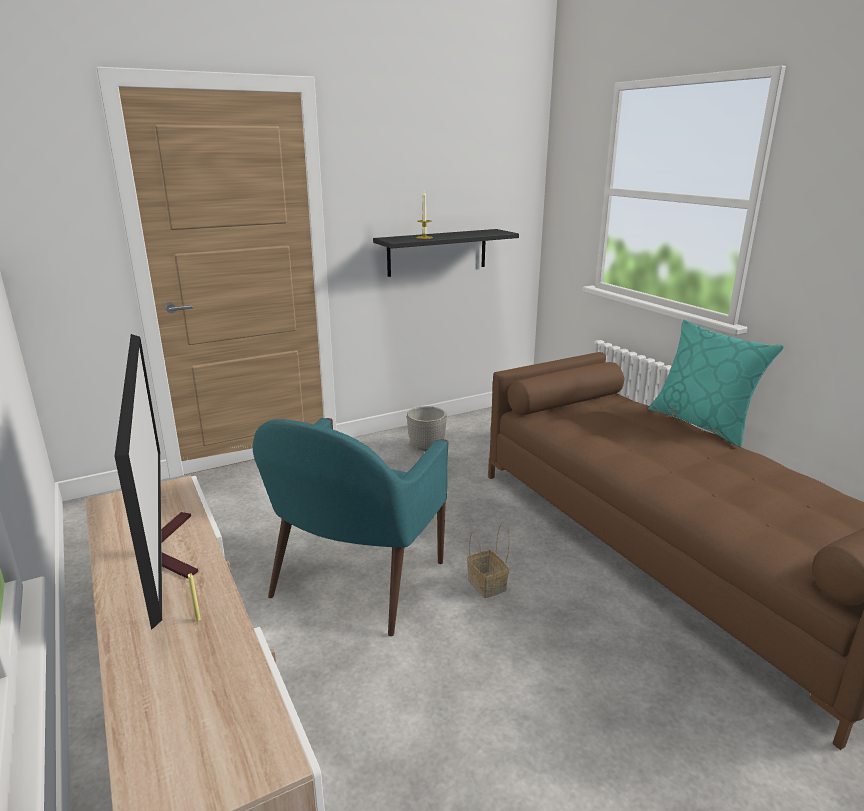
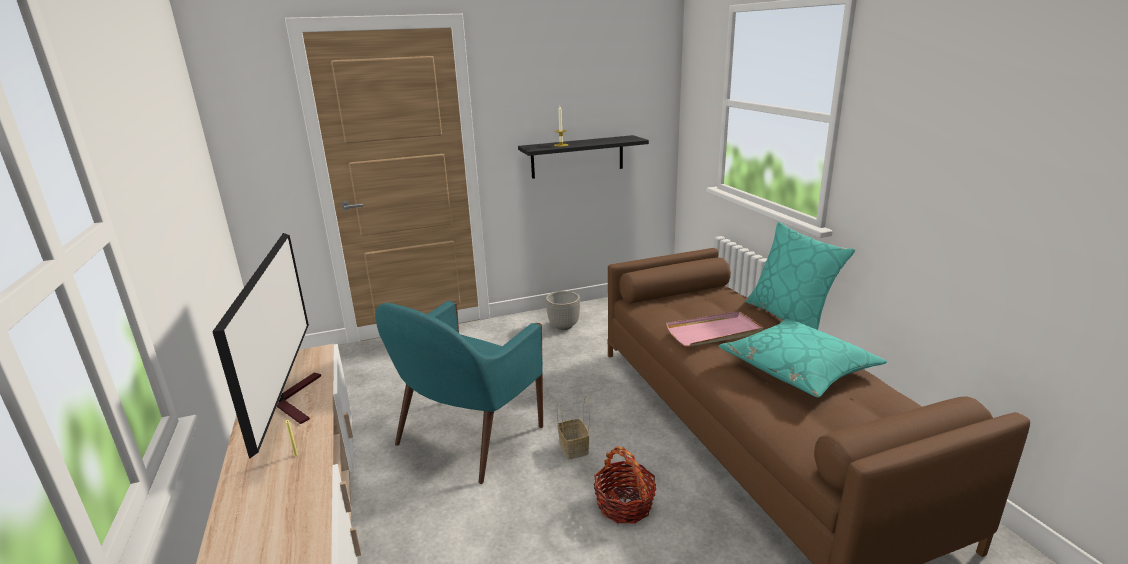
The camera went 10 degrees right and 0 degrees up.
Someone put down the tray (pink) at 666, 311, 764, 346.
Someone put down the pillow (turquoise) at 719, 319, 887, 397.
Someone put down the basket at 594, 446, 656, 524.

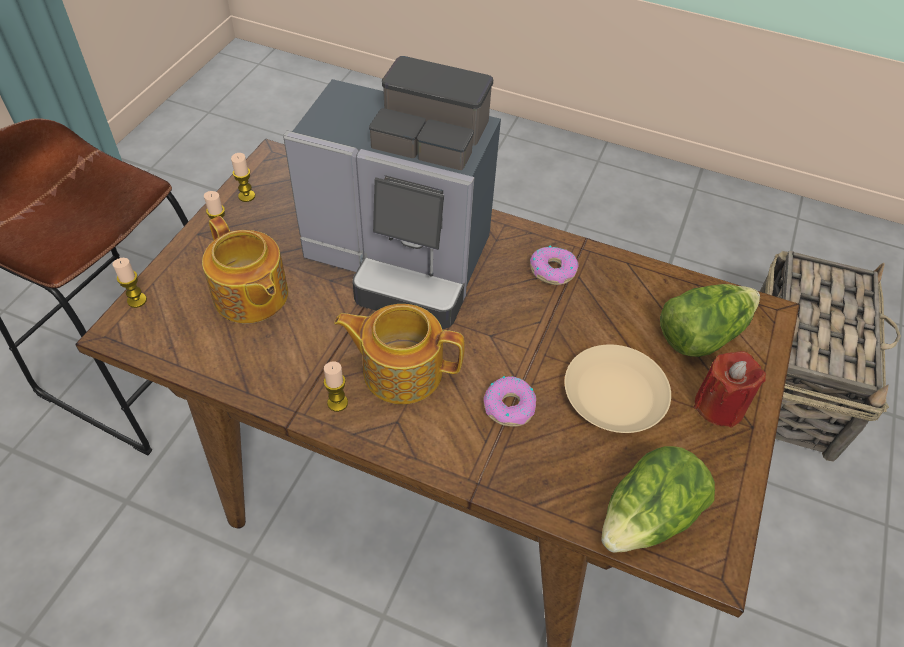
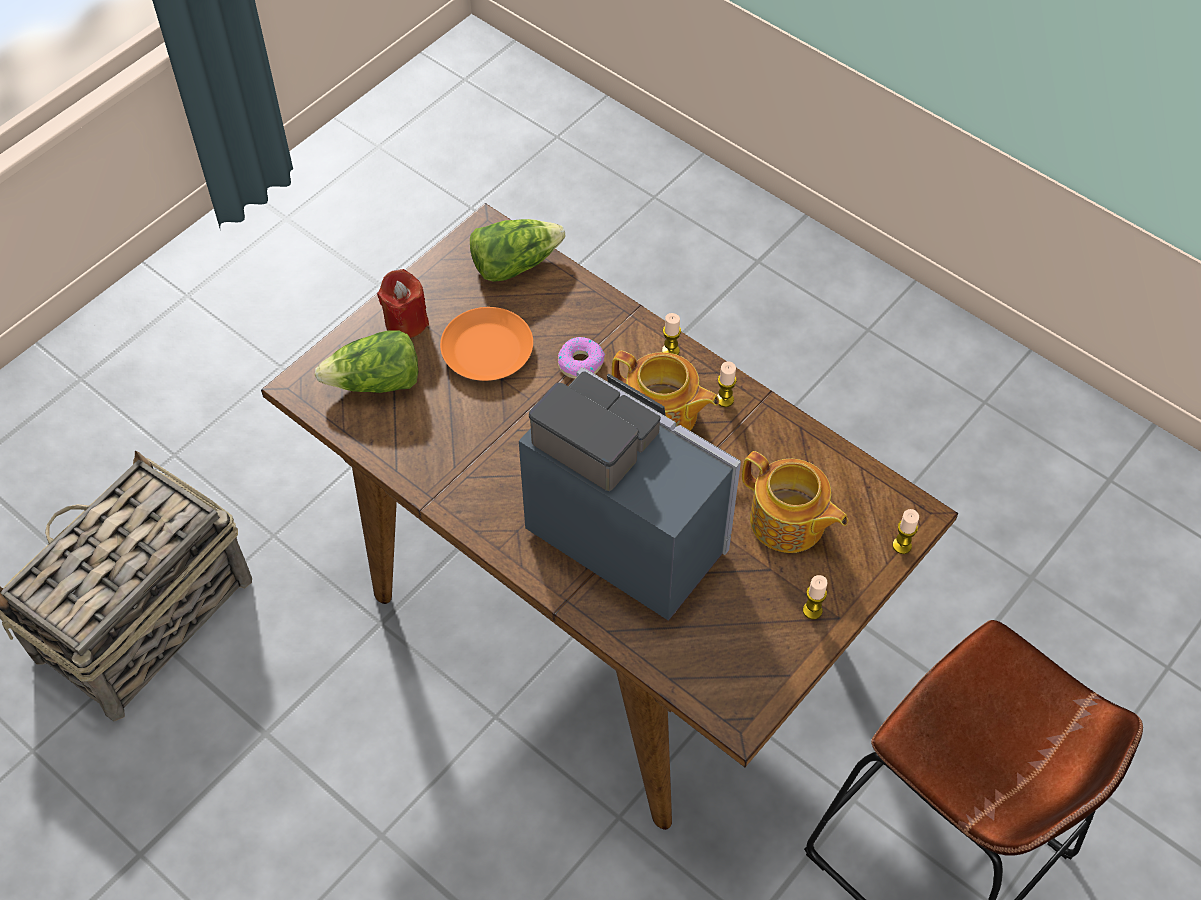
The camera went 160 degrees left and 5 degrees up.
Someone carried the candle from 231, 153, 255, 202 to 662, 313, 681, 355.
Someone rotated the teapot at 202, 216, 288, 323 by 150 degrees clockwise.
Someone took away the donut at 530, 245, 579, 285.
Someone repainted the plate (beige) at 565, 344, 671, 433, which became the plate (orange) at 440, 307, 533, 381.

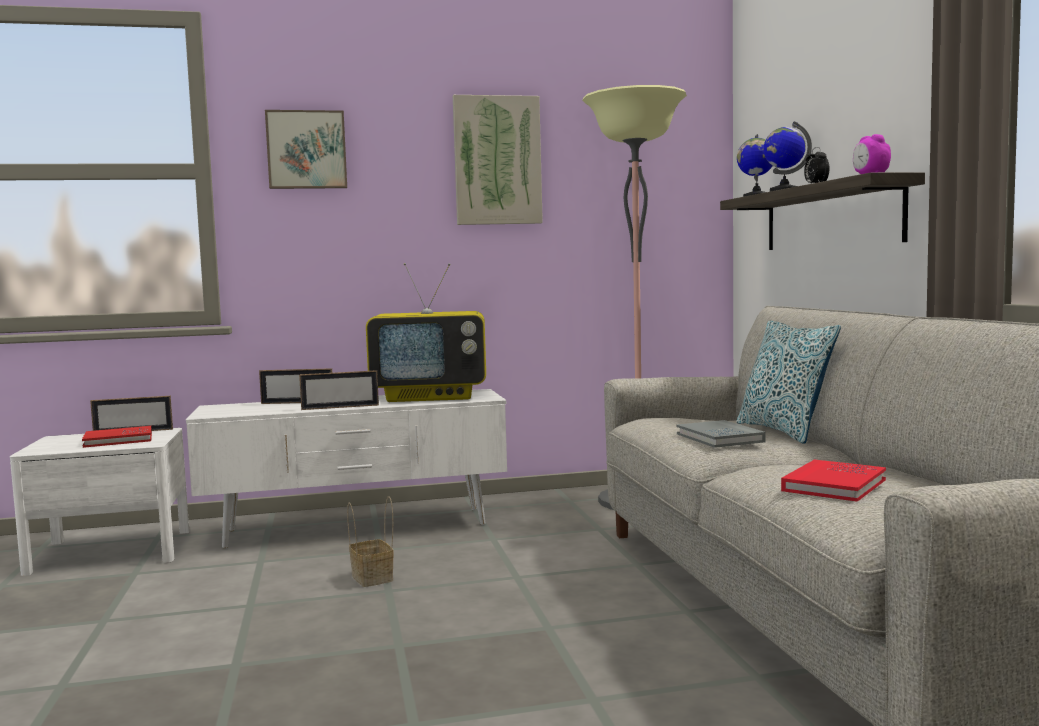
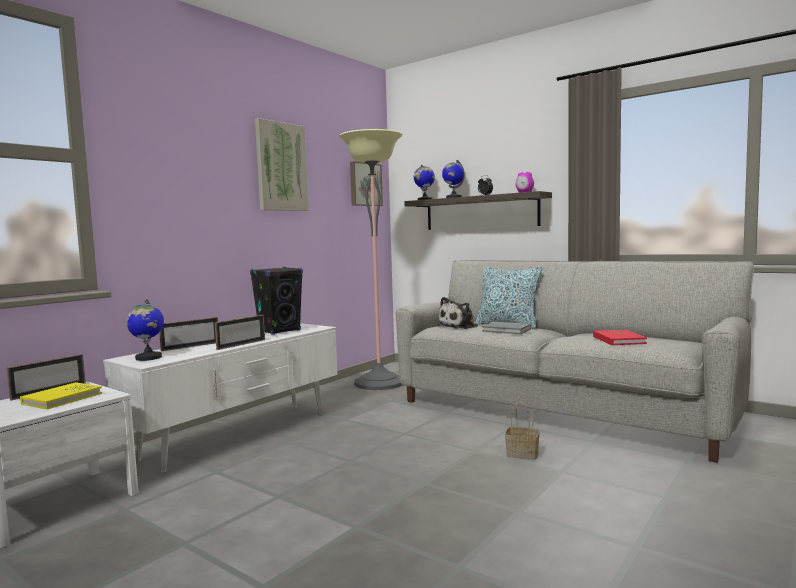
The camera went 40 degrees left and 0 degrees up.
Someone carried the picture from 265, 110, 347, 189 to 350, 161, 383, 206.
Someone swapped the television at 366, 263, 486, 402 for the speaker (black) at 250, 267, 303, 335.
Someone repainted the book (red) at 82, 426, 152, 448, which became the book (yellow) at 20, 382, 102, 409.
Someone carried the basket from 347, 496, 394, 587 to 505, 394, 540, 460.
Someone put down the plush toy at 437, 297, 478, 329.
Someone put down the globe at 126, 299, 164, 361.

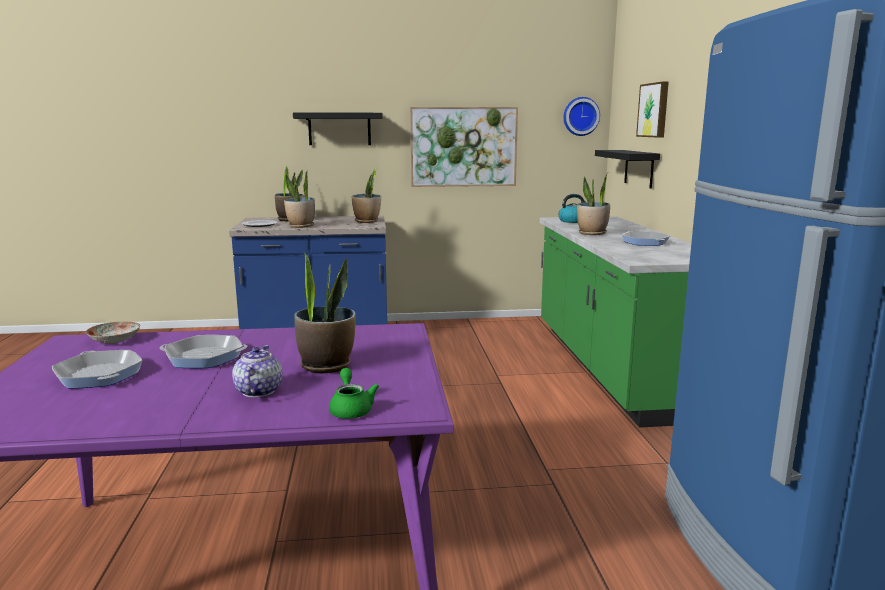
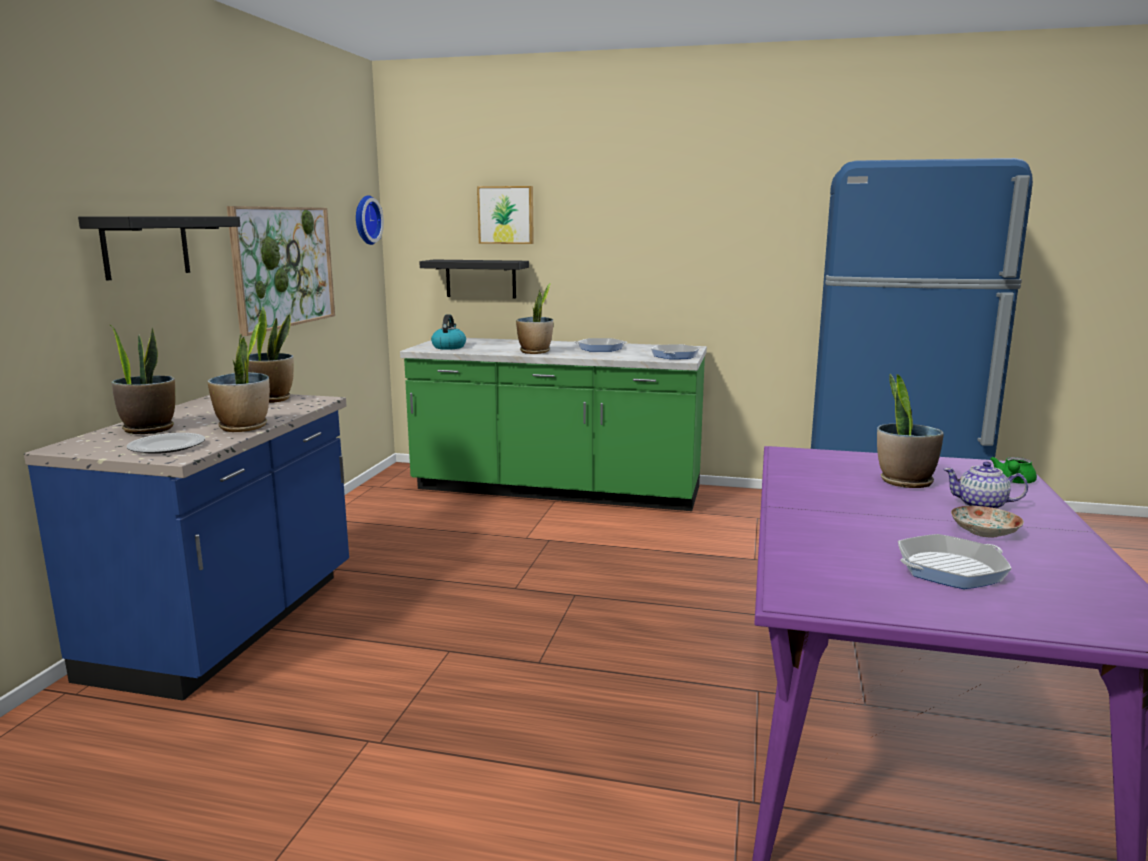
The camera went 70 degrees left and 0 degrees up.
Someone carried the plate from 86, 321, 140, 344 to 951, 506, 1024, 538.
Someone carried the frying pan from 160, 335, 248, 368 to 651, 344, 700, 359.
Someone rotated the teapot (green) at 329, 368, 379, 419 by 60 degrees counterclockwise.

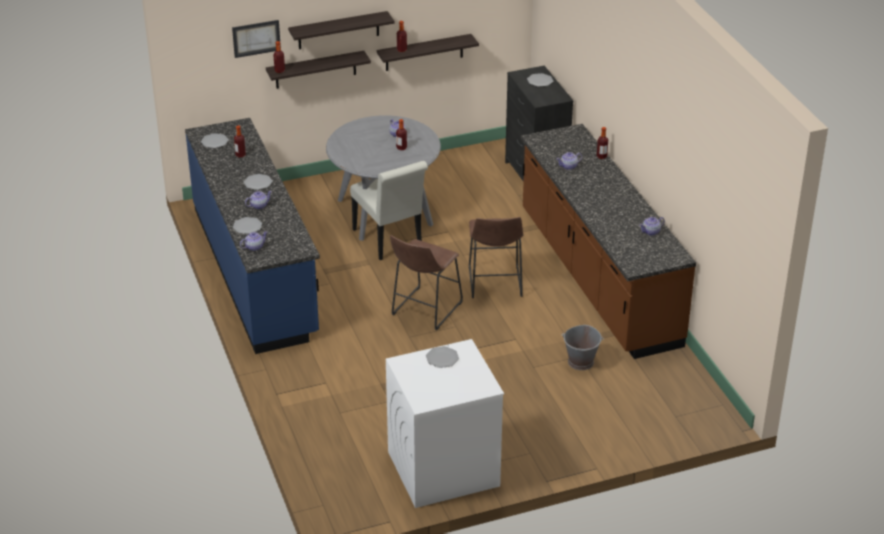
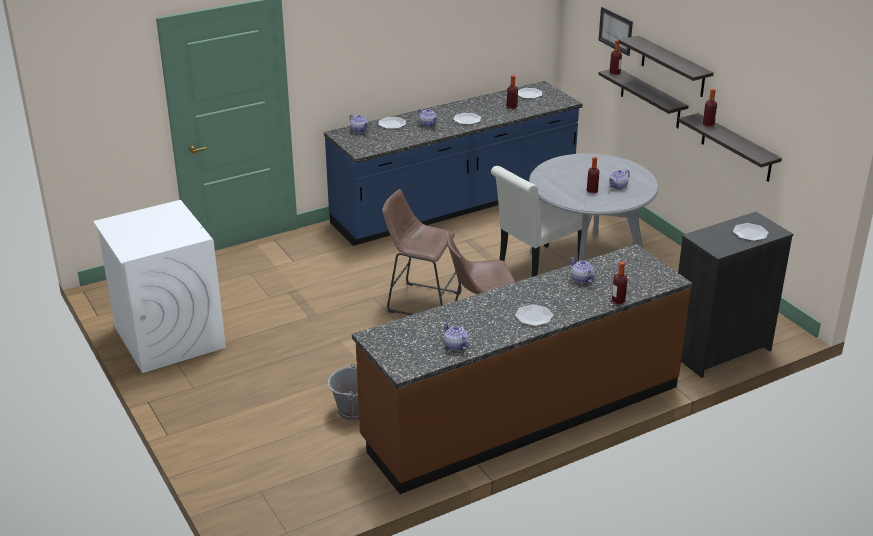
The camera went 80 degrees right and 5 degrees down.
Someone carried the plate from 426, 346, 459, 368 to 515, 304, 553, 326.

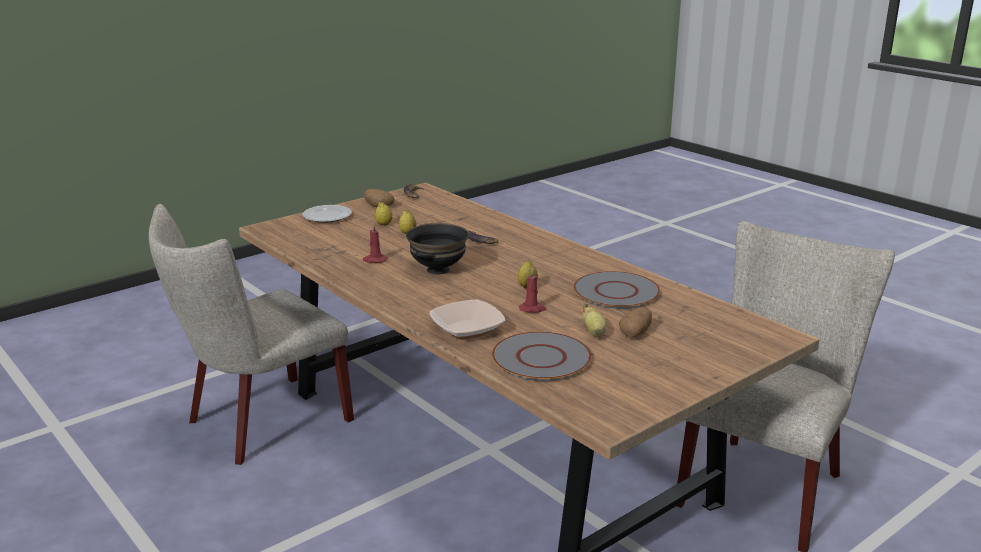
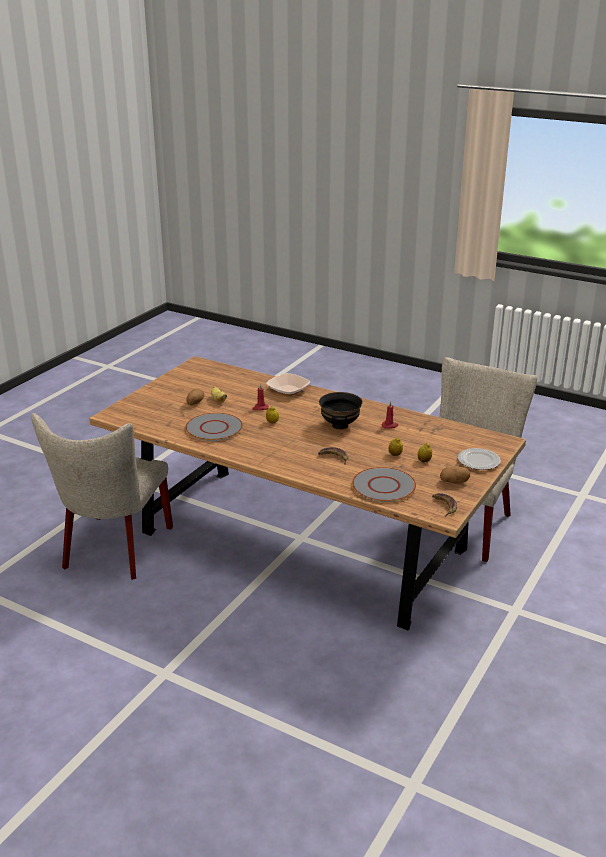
The camera went 160 degrees right and 5 degrees up.
Someone carried the plate (grey) from 492, 332, 592, 381 to 352, 467, 416, 502.

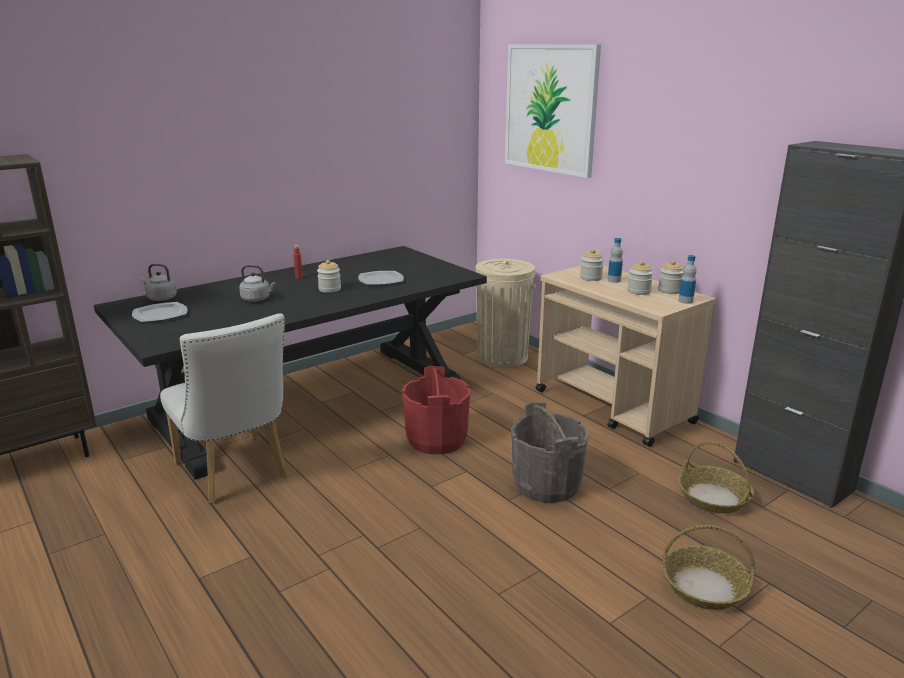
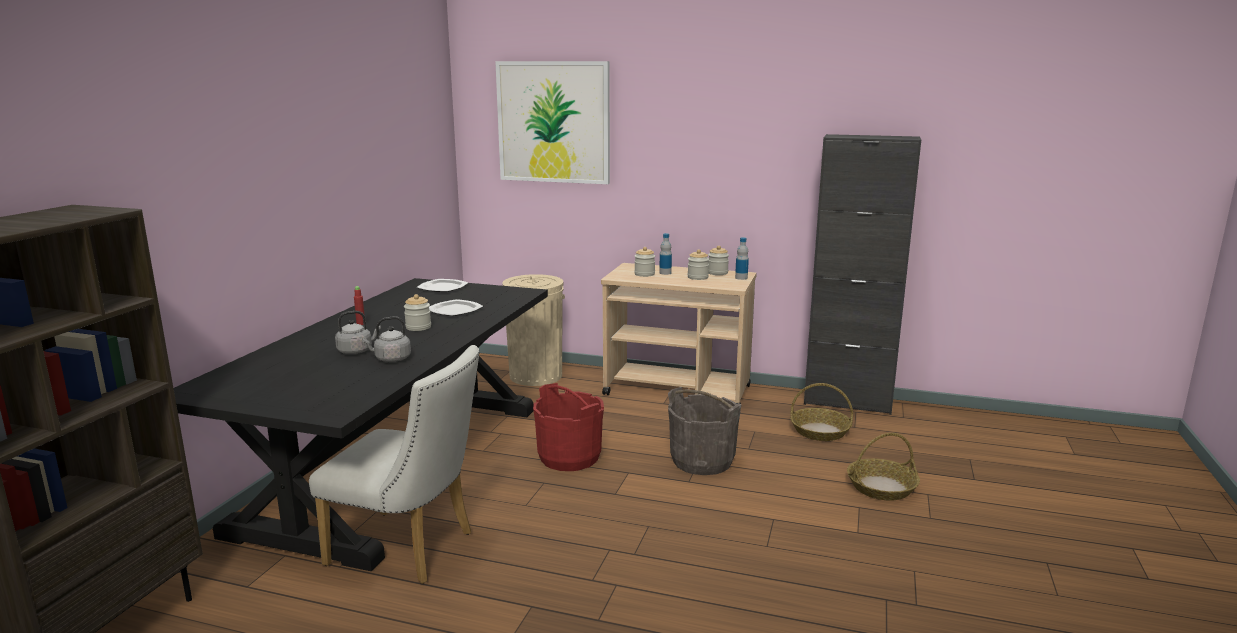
The camera went 35 degrees left and 5 degrees down.
Someone carried the kettle (grey) from 140, 264, 177, 301 to 362, 317, 411, 362.
Someone carried the plate from 132, 302, 188, 322 to 417, 279, 468, 292.

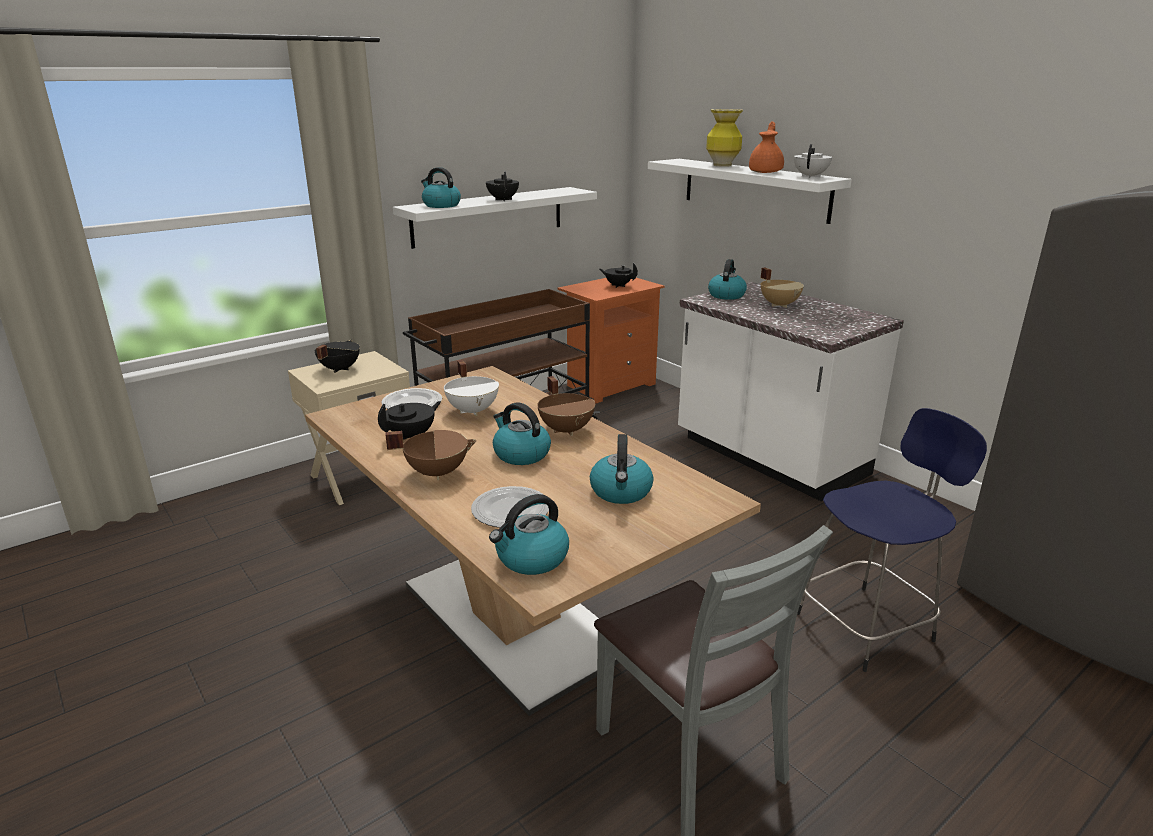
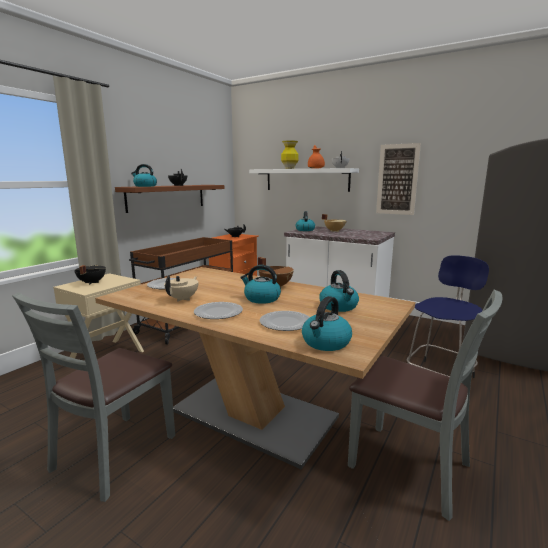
The camera went 20 degrees left and 10 degrees down.
Someone repainted the shelf (white) at 393, 187, 597, 249, which became the shelf (brown) at 115, 185, 224, 213.
Someone took away the cooking pot (white) at 444, 360, 499, 416.
Someone repainted the teapot (black) at 378, 401, 441, 440, which became the teapot (beige) at 164, 275, 198, 302.
Someone swapped the cooking pot (brown) at 386, 430, 477, 480 for the plate at 194, 302, 243, 319.
Someone put up the picture at 376, 143, 421, 215.
Someone put down the chair (grey) at 12, 292, 175, 502.

